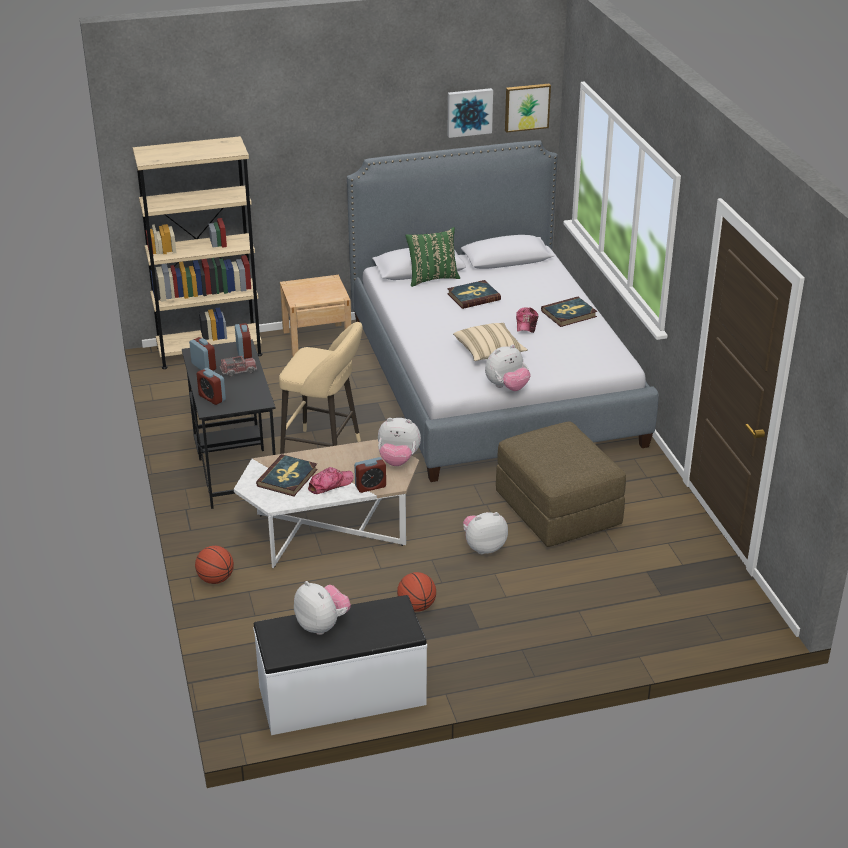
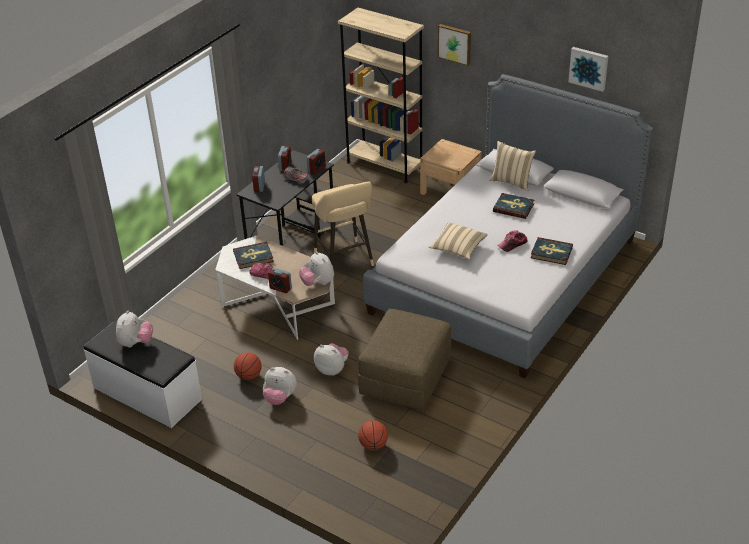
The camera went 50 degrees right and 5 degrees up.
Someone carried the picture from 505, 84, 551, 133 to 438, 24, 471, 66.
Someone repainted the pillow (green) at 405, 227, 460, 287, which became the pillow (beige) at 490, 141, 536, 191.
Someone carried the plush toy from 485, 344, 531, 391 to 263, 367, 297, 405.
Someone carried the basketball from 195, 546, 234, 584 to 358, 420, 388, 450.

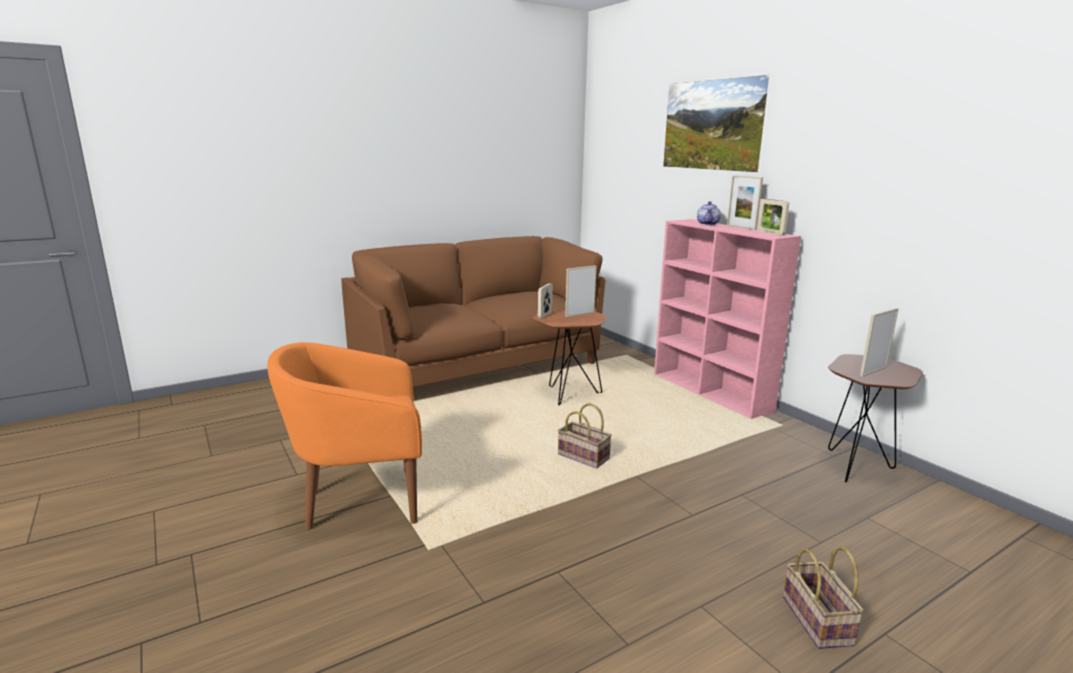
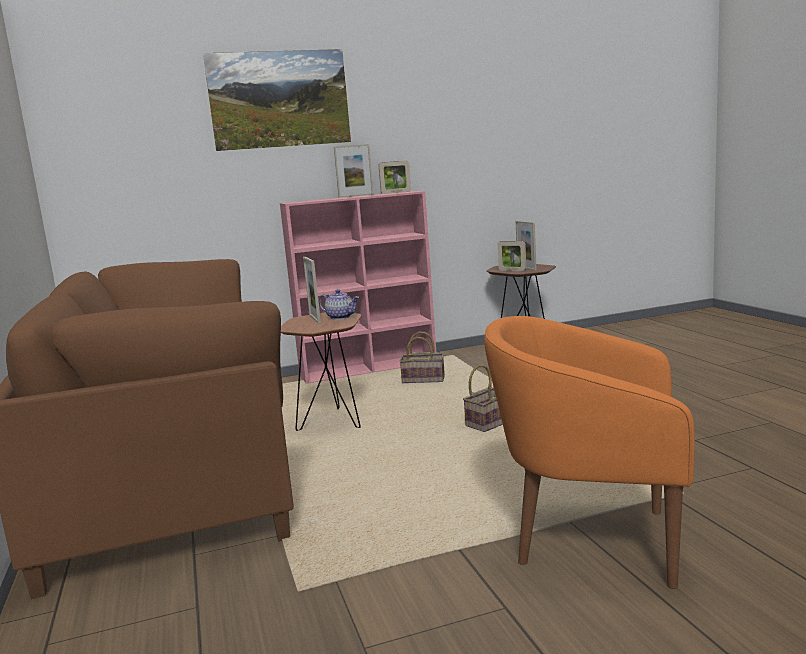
The camera went 75 degrees left and 5 degrees down.
Someone carried the teapot from 697, 201, 721, 225 to 319, 289, 359, 320.
Someone carried the picture frame from 538, 283, 553, 319 to 498, 241, 526, 271.
Someone rotated the armchair (orange) at 267, 342, 422, 530 by 105 degrees clockwise.
Someone carried the basket from 783, 547, 864, 649 to 399, 331, 445, 383.

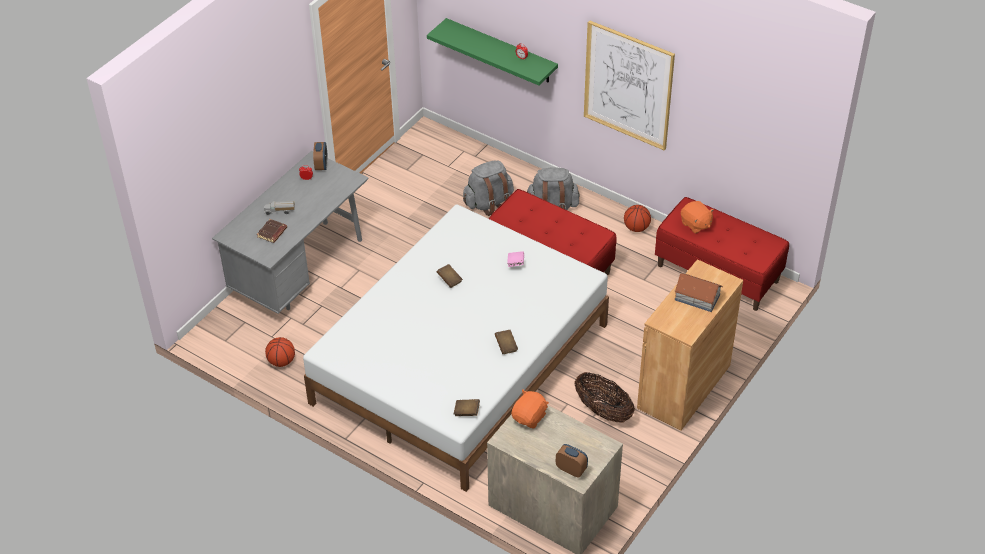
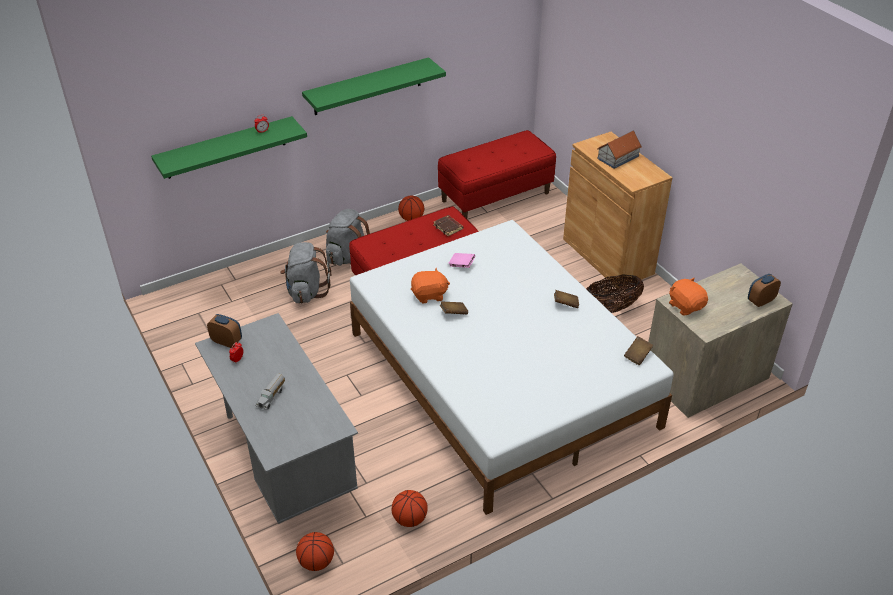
The camera went 65 degrees left and 5 degrees down.
Someone swapped the picture at 584, 20, 675, 150 for the shelf (green) at 302, 57, 446, 115.
Someone carried the plush toy (orange) from 681, 201, 714, 233 to 411, 268, 450, 304.
Someone carried the book (brown) from 257, 219, 287, 243 to 433, 215, 463, 236.
Someone put down the basketball at 296, 532, 334, 571.

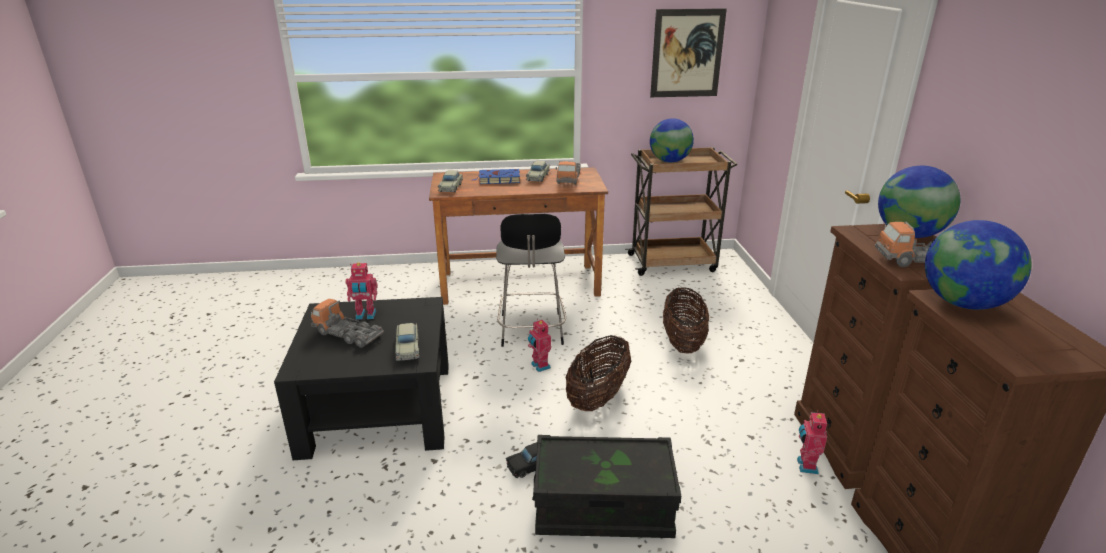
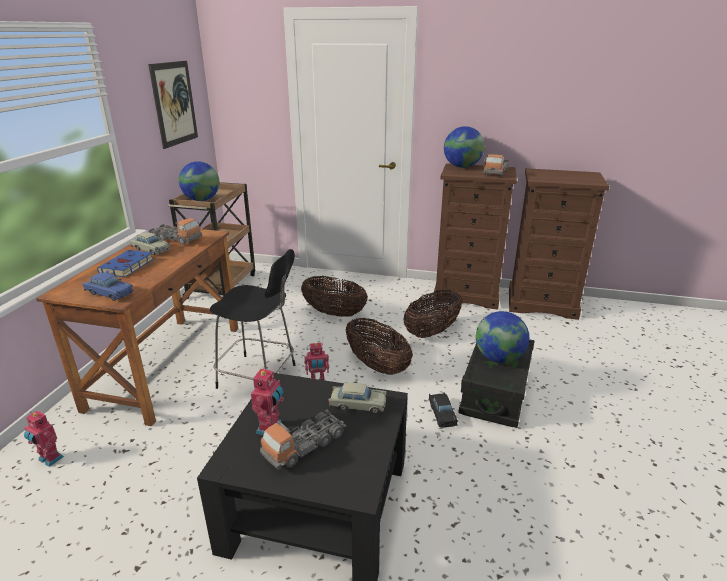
The camera went 70 degrees left and 0 degrees up.
Someone repainted the toy car (beige) at 438, 170, 463, 193, which became the toy car (blue) at 82, 273, 134, 301.
Someone carried the globe from 925, 220, 1032, 310 to 476, 311, 529, 363.
Someone carried the toy robot from 797, 410, 827, 474 to 24, 411, 64, 467.
Someone put down the basket at 403, 290, 462, 338.

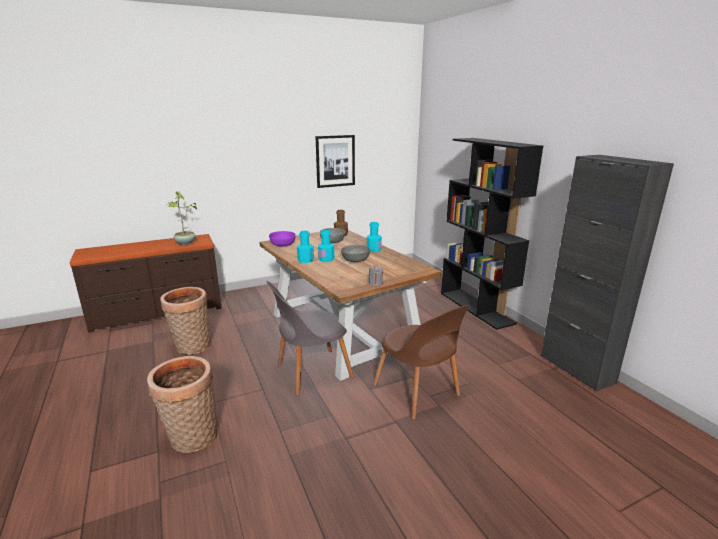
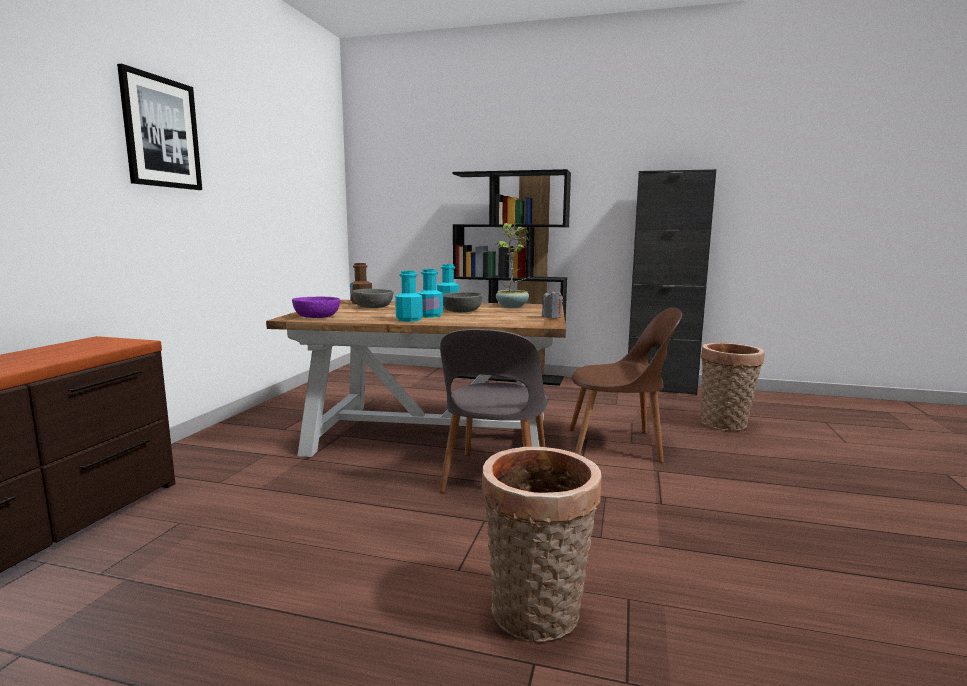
The camera went 50 degrees left and 10 degrees down.
Someone carried the picture from 316, 135, 355, 188 to 117, 64, 202, 190.
Someone carried the potted plant from 167, 191, 197, 245 to 496, 223, 529, 308.
Someone carried the basket from 160, 287, 211, 355 to 700, 343, 765, 430.

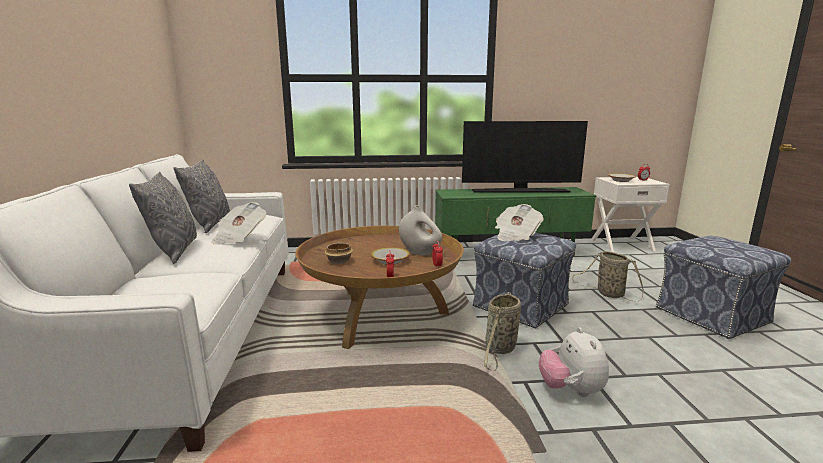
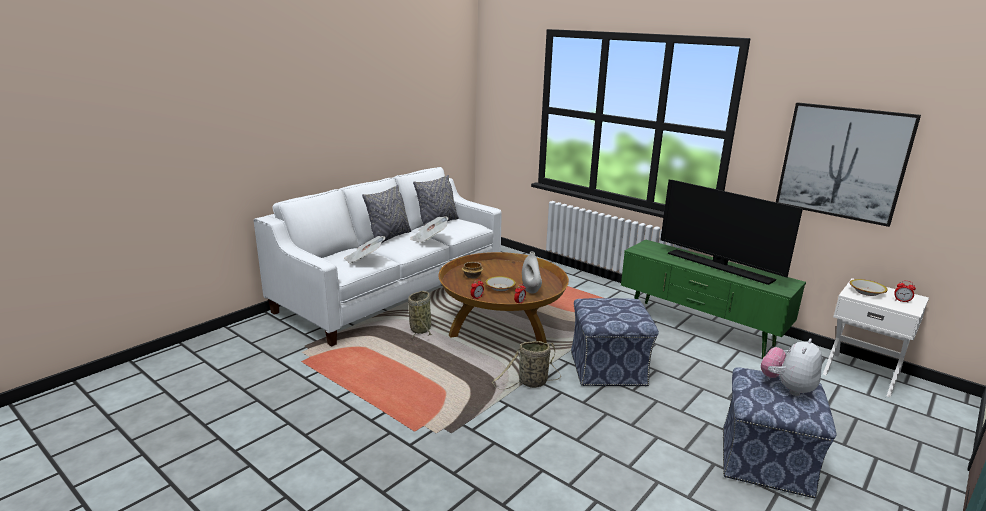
The camera went 45 degrees right and 5 degrees up.
Someone carried the newspaper from 495, 204, 543, 241 to 344, 236, 385, 264.
Someone carried the basket from 572, 251, 644, 302 to 408, 291, 432, 340.
Someone carried the plush toy from 539, 327, 609, 397 to 761, 338, 822, 396.
Someone put up the picture at 776, 102, 921, 227.

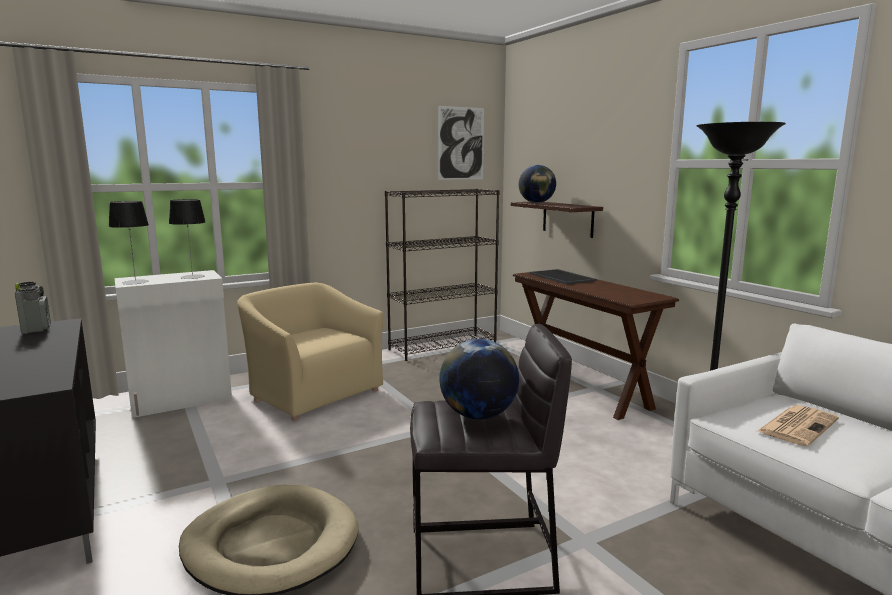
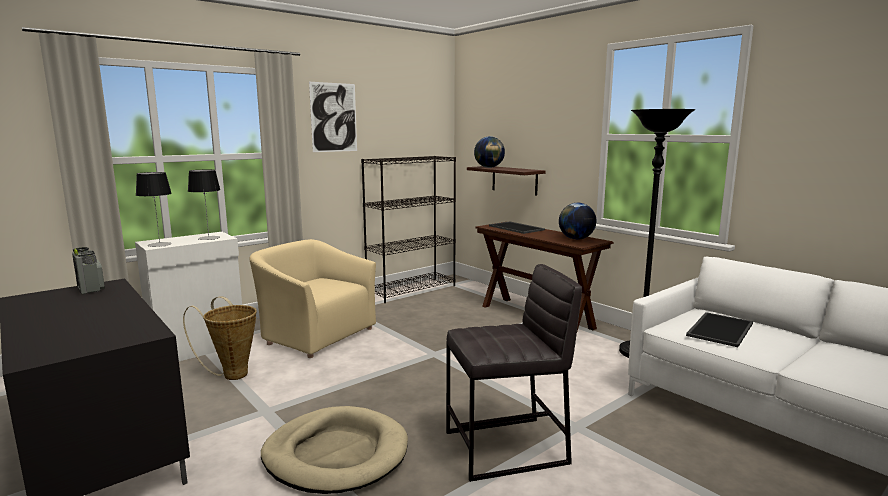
The camera went 10 degrees left and 0 degrees up.
Someone carried the picture from 438, 106, 484, 180 to 309, 82, 357, 152.
Someone carried the globe from 439, 339, 519, 420 to 559, 203, 596, 240.
Someone swapped the newspaper at 756, 405, 839, 446 for the tray at 686, 312, 753, 347.
Someone put down the basket at 183, 296, 257, 380.

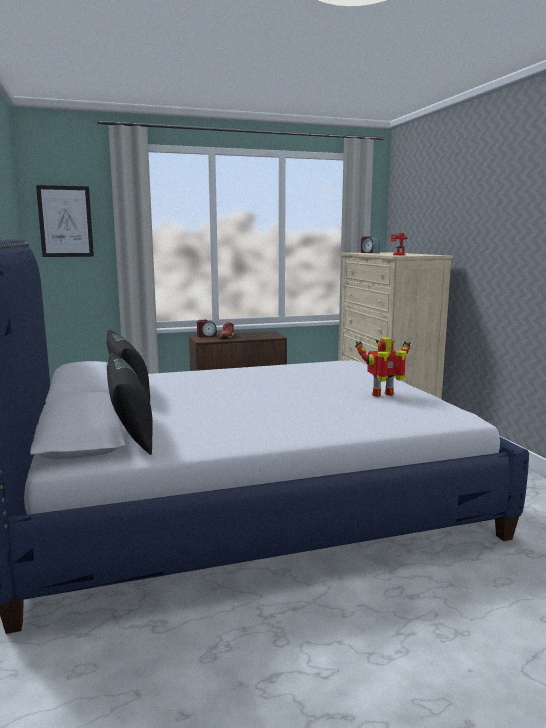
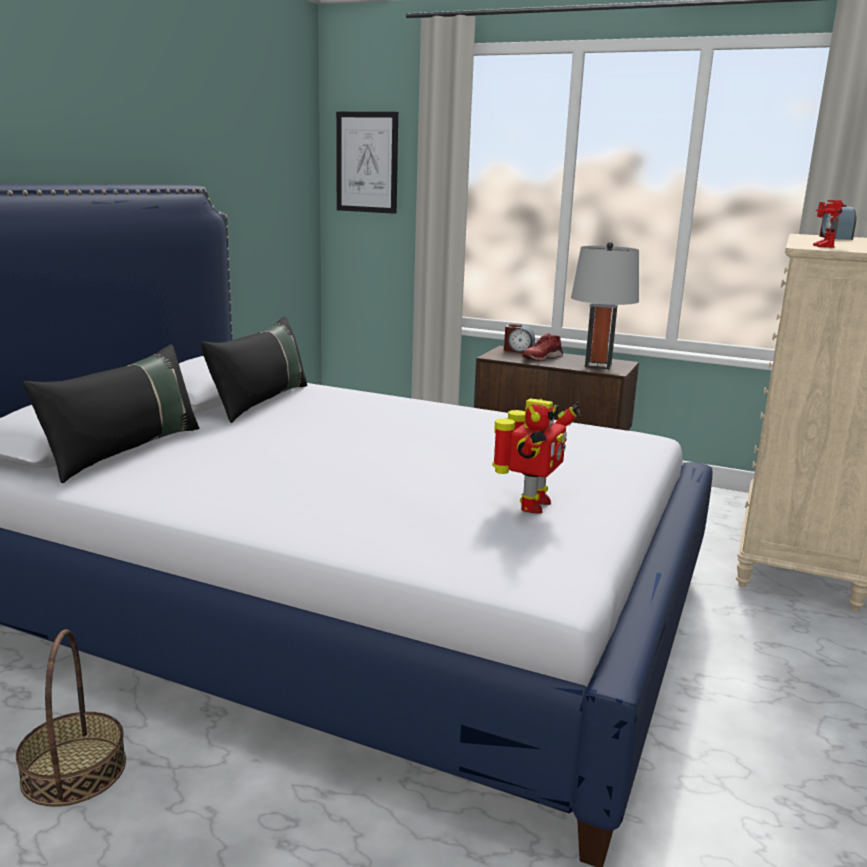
The camera went 40 degrees right and 5 degrees up.
Someone rotated the toy robot at 355, 337, 411, 397 by 90 degrees clockwise.
Someone put down the table lamp (grey) at 571, 242, 639, 369.
Someone put down the basket at 16, 629, 126, 807.

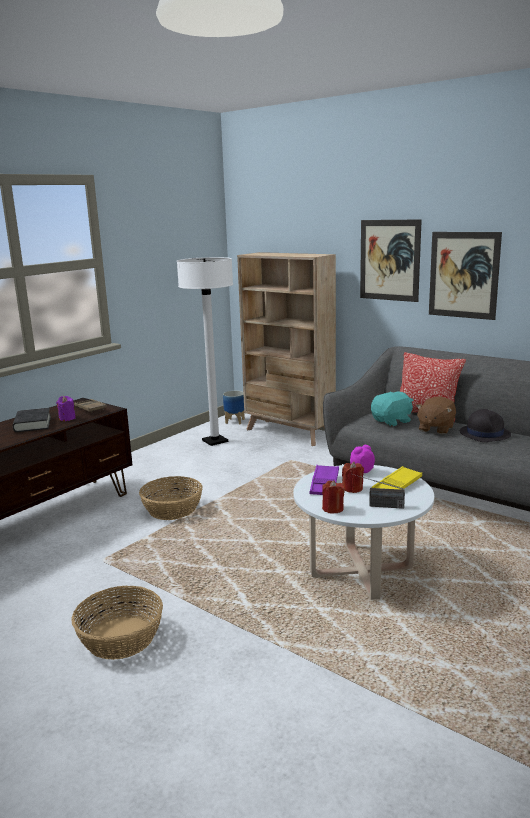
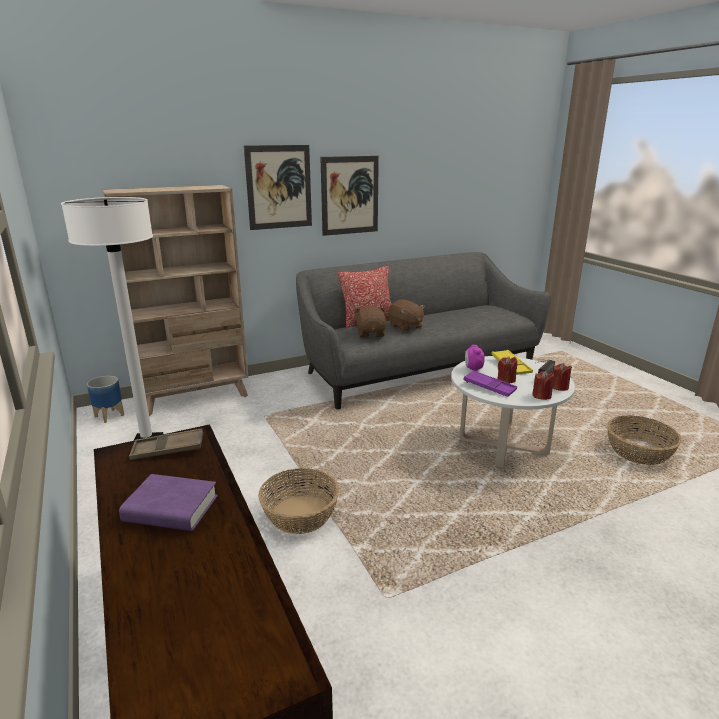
The camera went 65 degrees left and 5 degrees up.
Someone repainted the plush toy (turquoise) at 371, 391, 413, 426, which became the plush toy (brown) at 354, 306, 387, 338.
Someone took away the candle (purple) at 56, 396, 76, 421.
Someone repainted the book (black) at 13, 408, 51, 432, which became the book (purple) at 119, 474, 218, 531.
Someone took away the hat (black) at 460, 409, 511, 442.
Someone carried the basket from 71, 586, 163, 660 to 607, 415, 682, 465.
Someone put down the candle (red) at 552, 363, 572, 391.

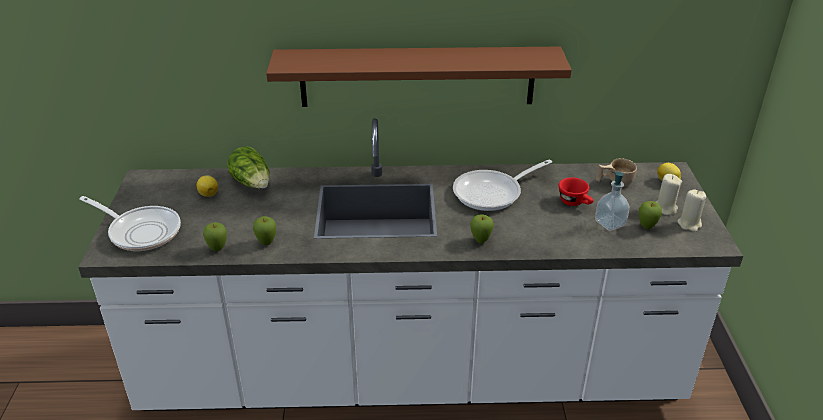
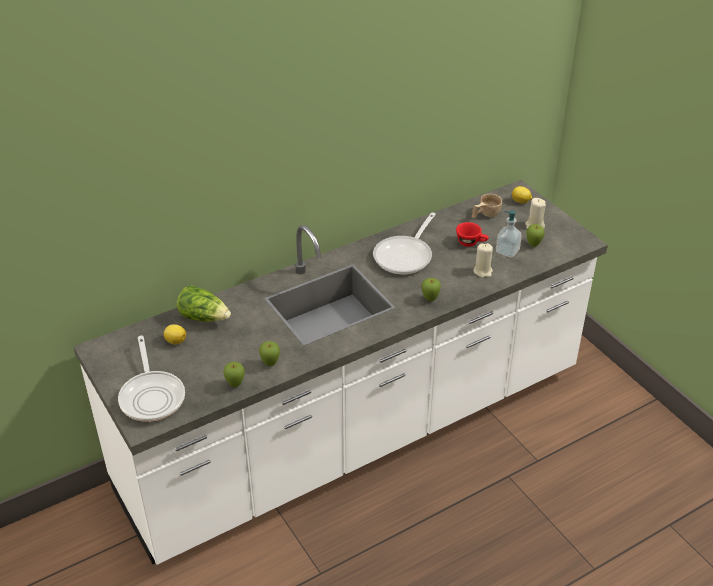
The camera went 30 degrees left and 5 degrees up.
Someone took away the shelf (brown) at 266, 47, 572, 107.
Someone carried the candle (beige) from 678, 189, 706, 232 to 473, 243, 493, 278.
Someone rotated the frying pan at 79, 196, 181, 251 by 75 degrees clockwise.

